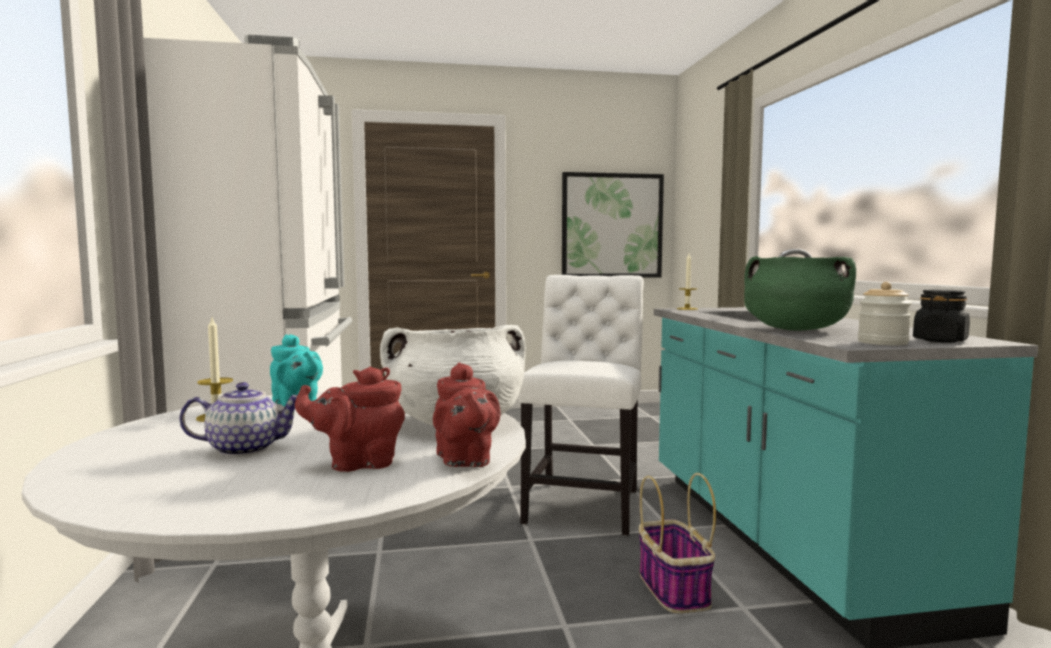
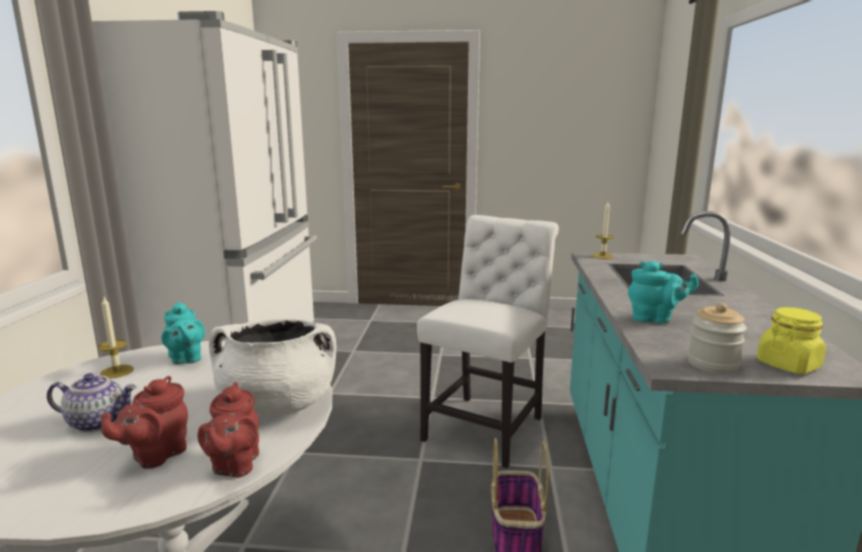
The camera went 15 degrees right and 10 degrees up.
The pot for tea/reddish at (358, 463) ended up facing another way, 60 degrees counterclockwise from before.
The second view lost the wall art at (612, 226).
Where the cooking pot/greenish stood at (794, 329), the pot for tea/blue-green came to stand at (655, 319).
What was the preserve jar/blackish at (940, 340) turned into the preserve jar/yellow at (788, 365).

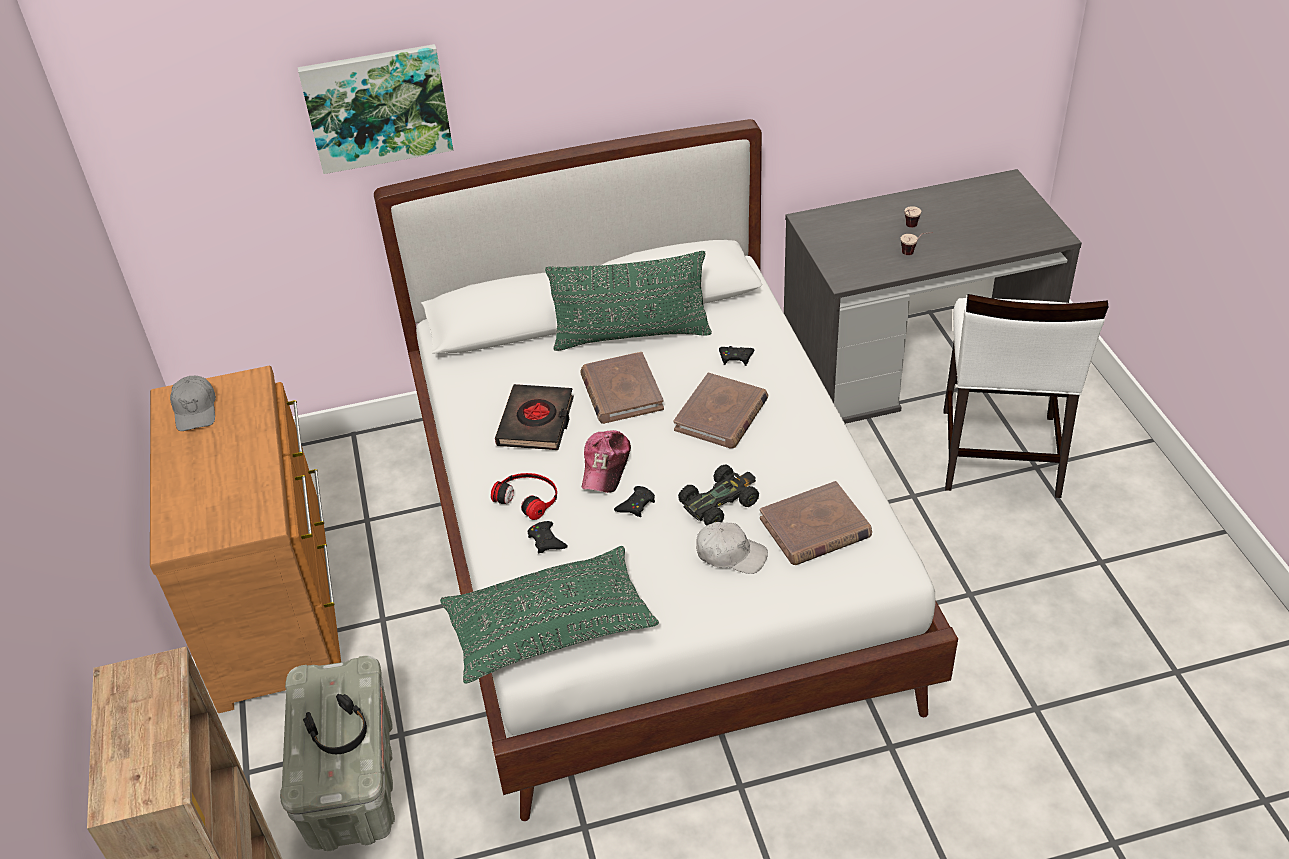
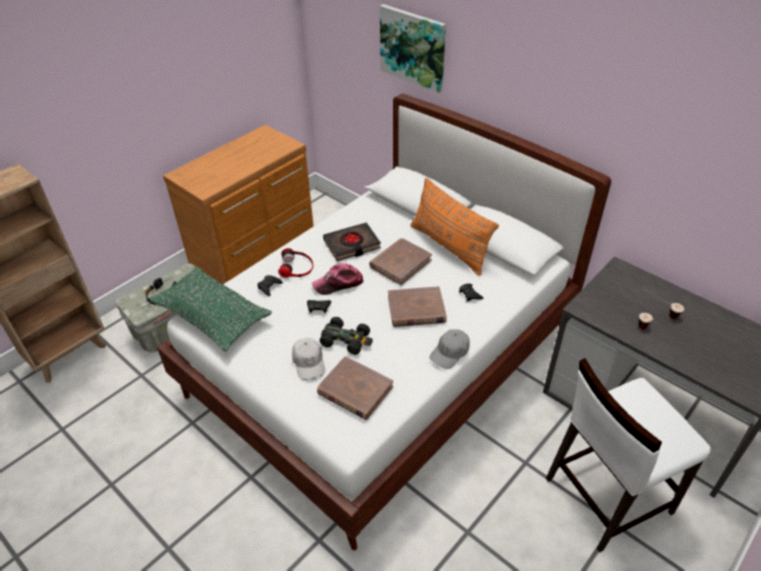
The camera went 55 degrees right and 0 degrees up.
The baseball cap/gray ended up elsewhere, having gone from (196, 410) to (450, 352).
What was the pillow/greenish at (631, 335) turned into the pillow/orange at (449, 247).

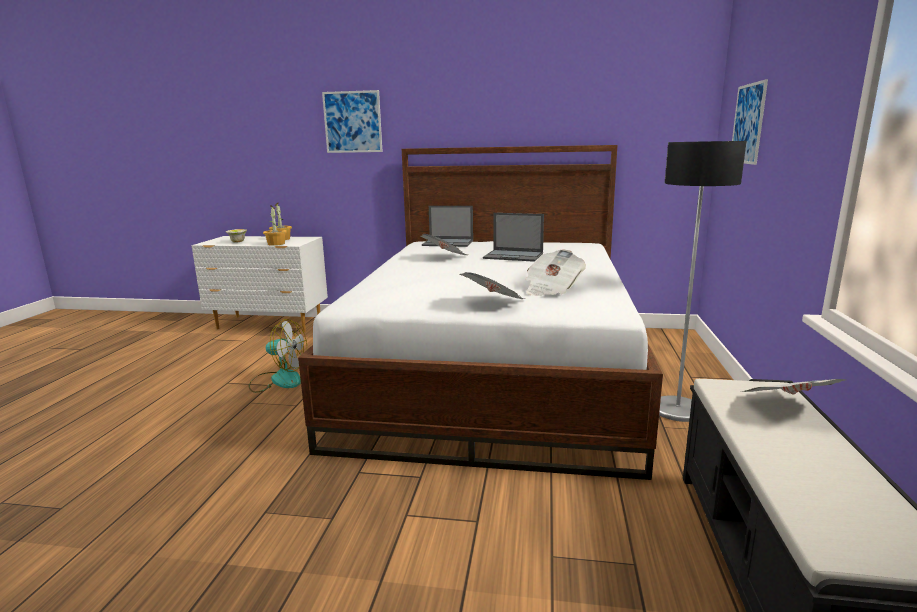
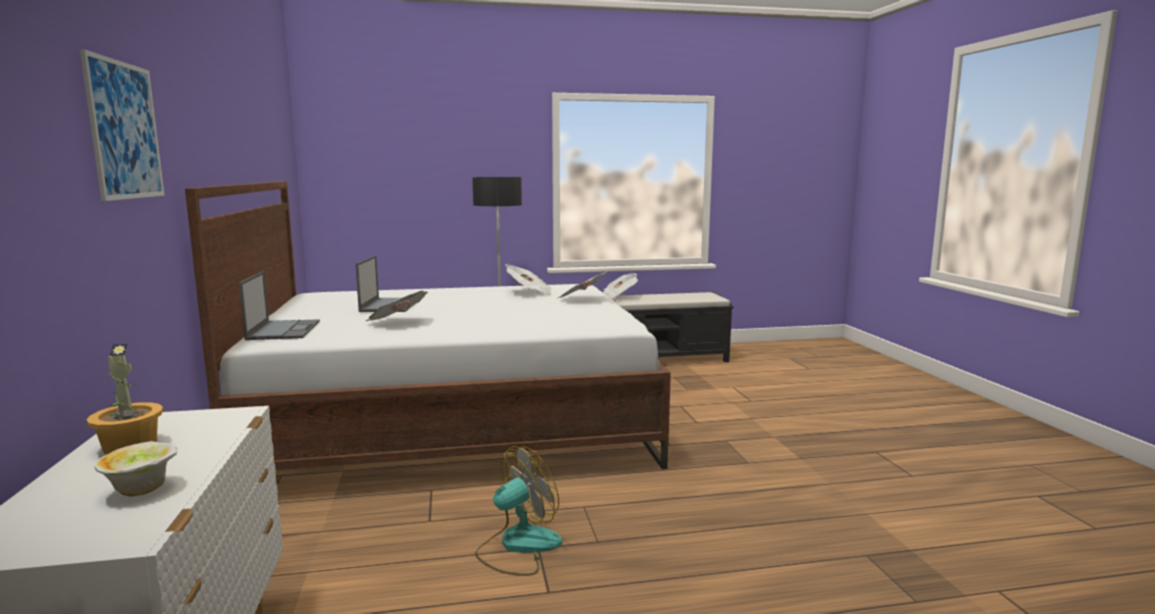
The camera went 110 degrees left and 5 degrees down.
The fan at (278, 380) ended up facing another way, 60 degrees clockwise from before.
The second view lost the houseplant at (276, 244).
The second view lost the wall art at (748, 124).

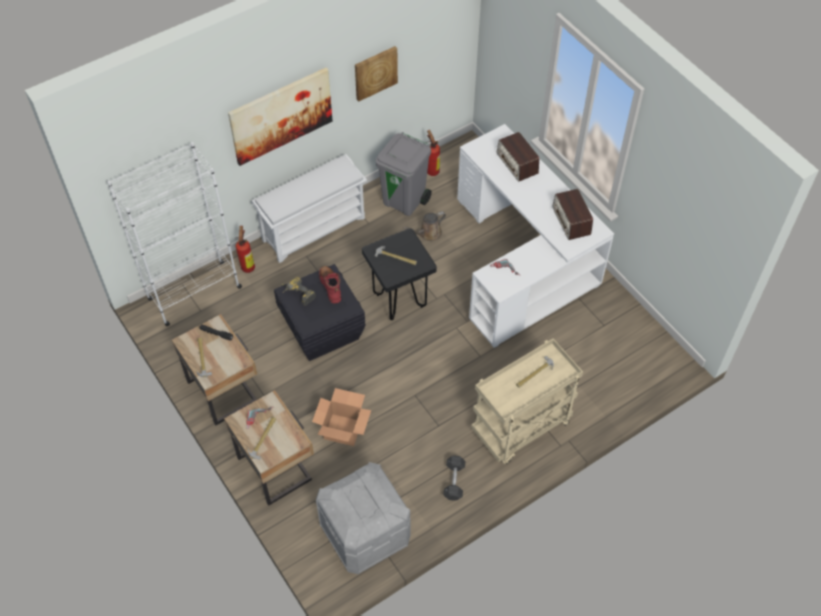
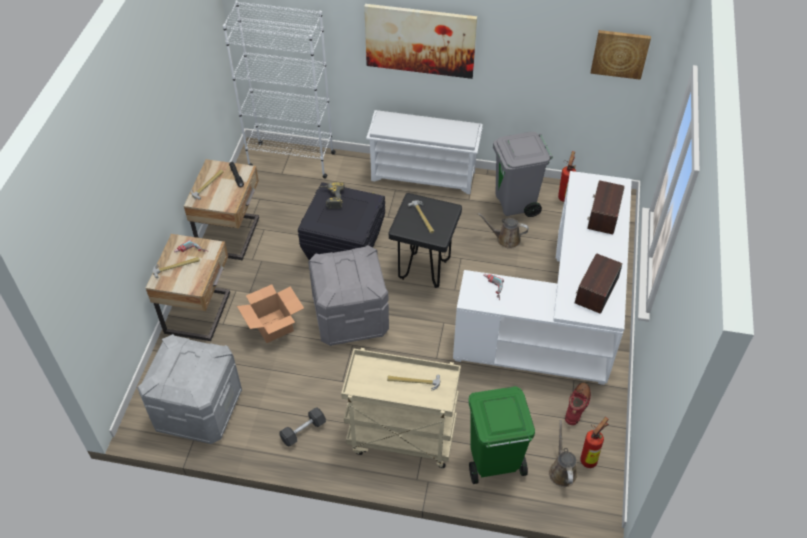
The camera went 45 degrees right and 5 degrees down.
The fire extinguisher ended up elsewhere, having gone from (248, 266) to (590, 459).
The boot/reddish ended up elsewhere, having gone from (330, 287) to (577, 406).
The wall art ended up elsewhere, having gone from (375, 72) to (620, 53).
The second view gained the storage container/gray at (350, 317).
The second view gained the trash can/greenish at (493, 462).
The second view gained the sprinkling can/brown at (562, 470).

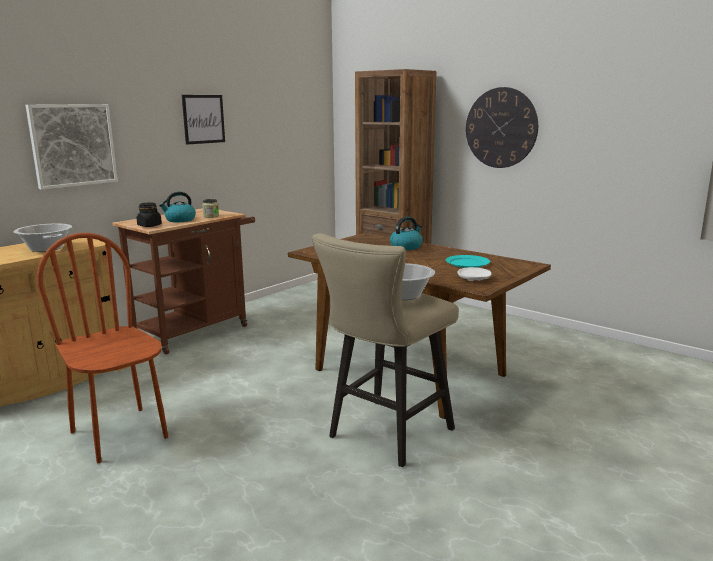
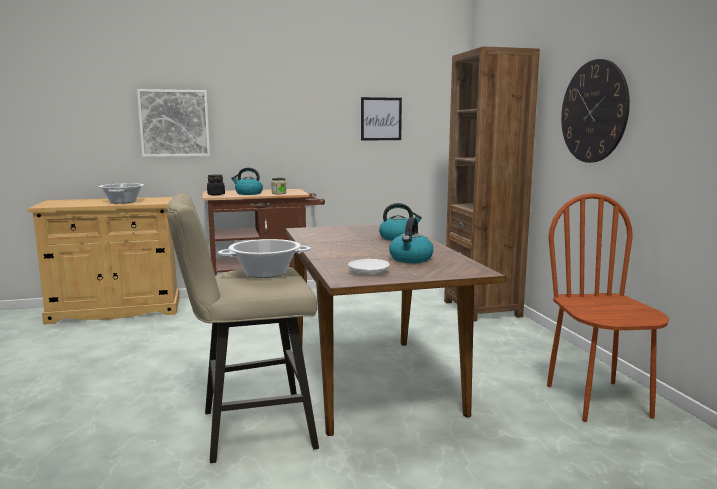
The camera went 35 degrees right and 5 degrees down.
The plain chair/brown ended up elsewhere, having gone from (120, 434) to (598, 401).
The wall art ended up elsewhere, having gone from (203, 119) to (381, 119).
Where the dinner plate/blue-green stood at (467, 263), the water kettle came to stand at (411, 259).

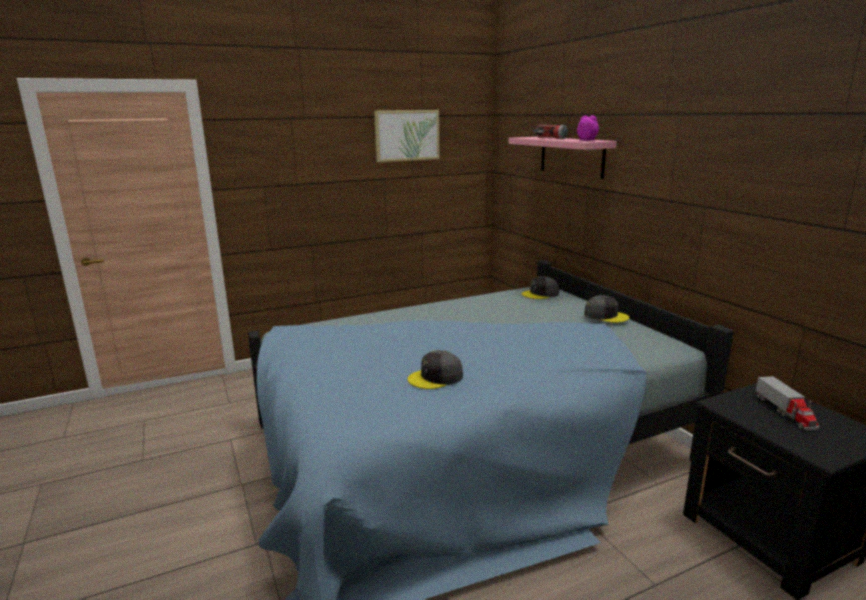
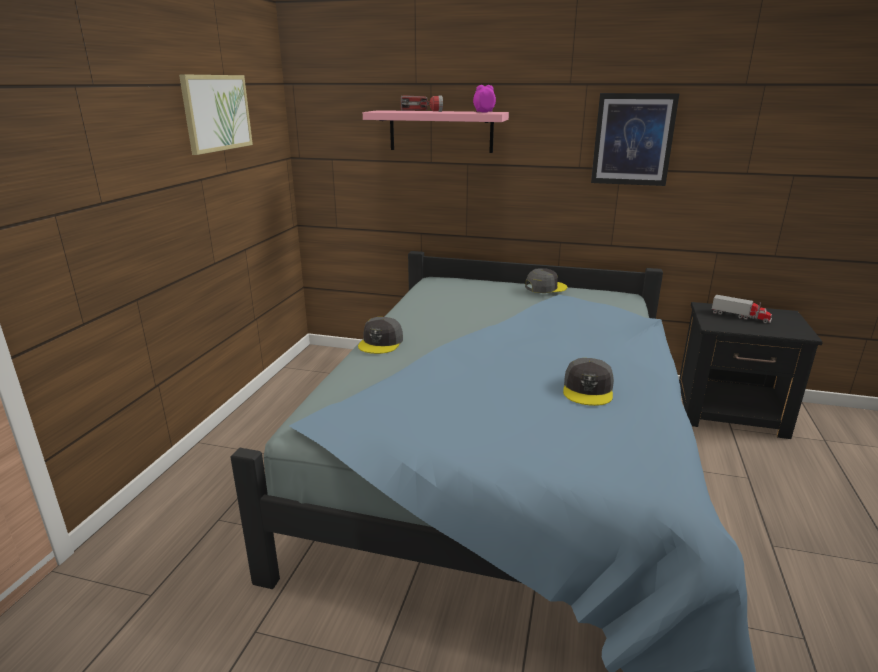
The camera went 50 degrees left and 5 degrees up.
The baseball cap/gray ended up elsewhere, having gone from (540, 294) to (381, 342).
The second view gained the wall art at (633, 139).

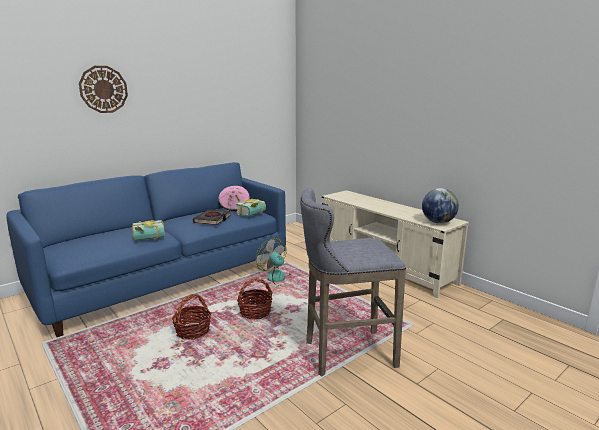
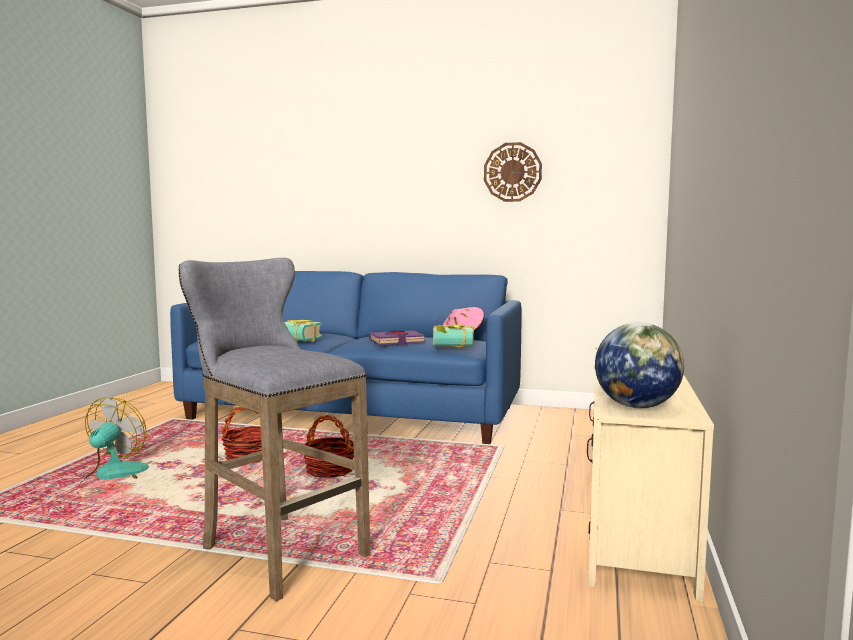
The camera went 55 degrees right and 10 degrees down.
The hanging clock ended up elsewhere, having gone from (103, 89) to (512, 172).
What was the volume/blackish at (212, 219) turned into the volume/purplish at (396, 341).
The fan ended up elsewhere, having gone from (280, 279) to (113, 477).

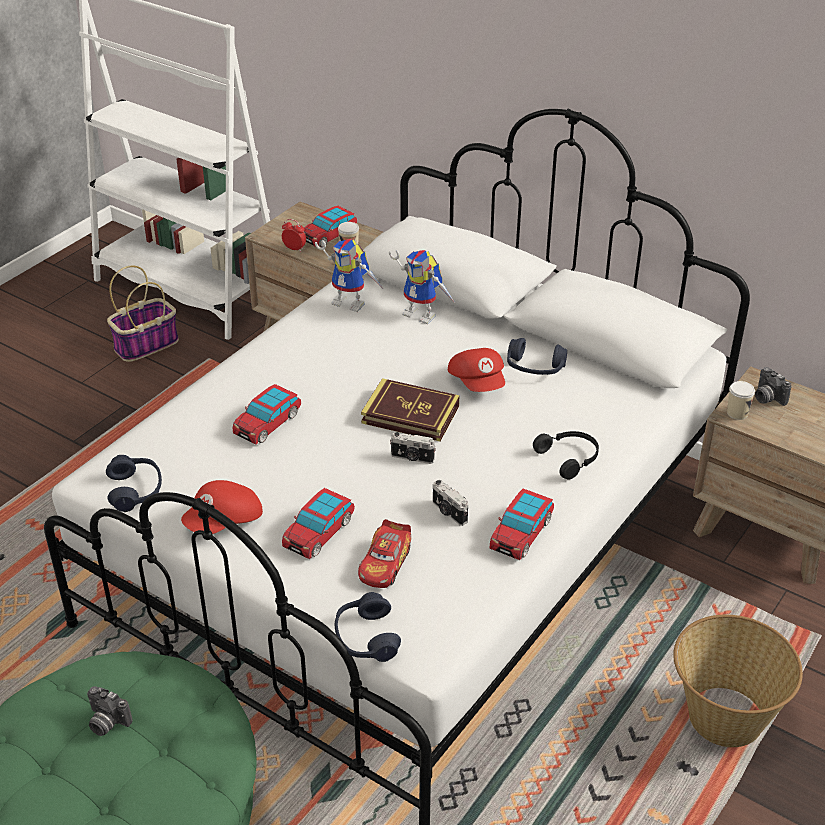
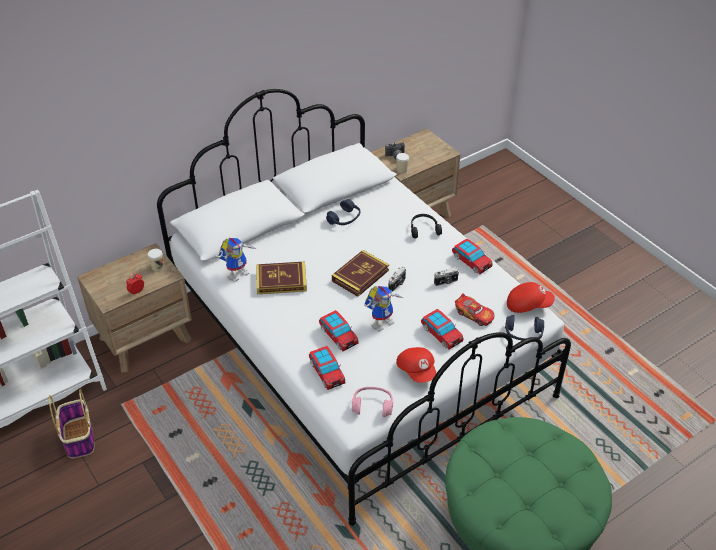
The camera went 70 degrees left and 5 degrees up.
The second view lost the photo camera at (106, 722).
What was the headset/blue-coloured at (135, 490) turned into the headset/pink-coloured at (372, 406).
The model car ended up elsewhere, having gone from (329, 235) to (326, 372).
The robot figure ended up elsewhere, having gone from (424, 314) to (382, 321).
The baseball cap/reddish ended up elsewhere, having gone from (478, 382) to (528, 304).
The second view lost the basket at (723, 718).
The second view gained the volume at (281, 280).

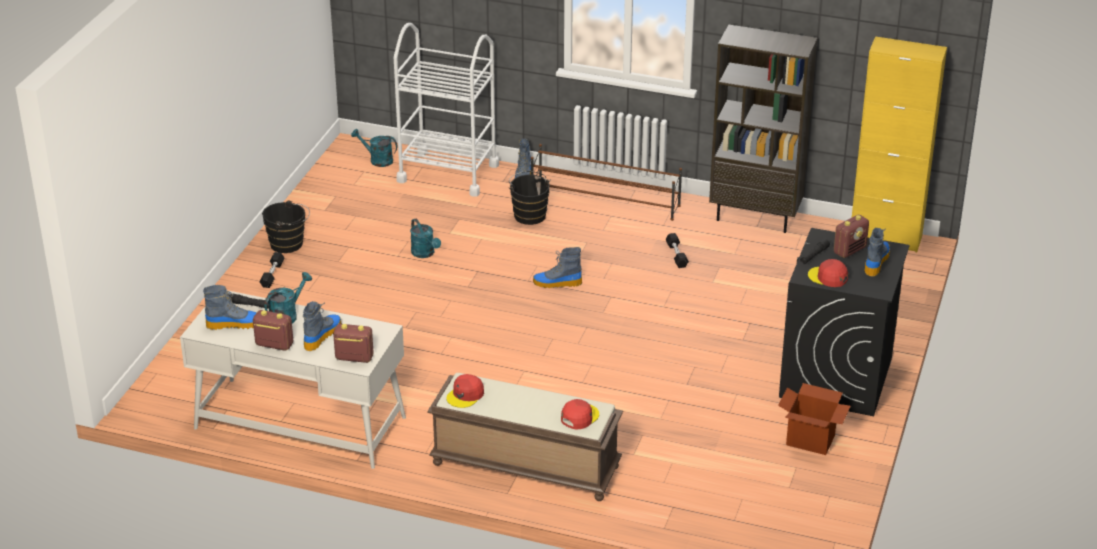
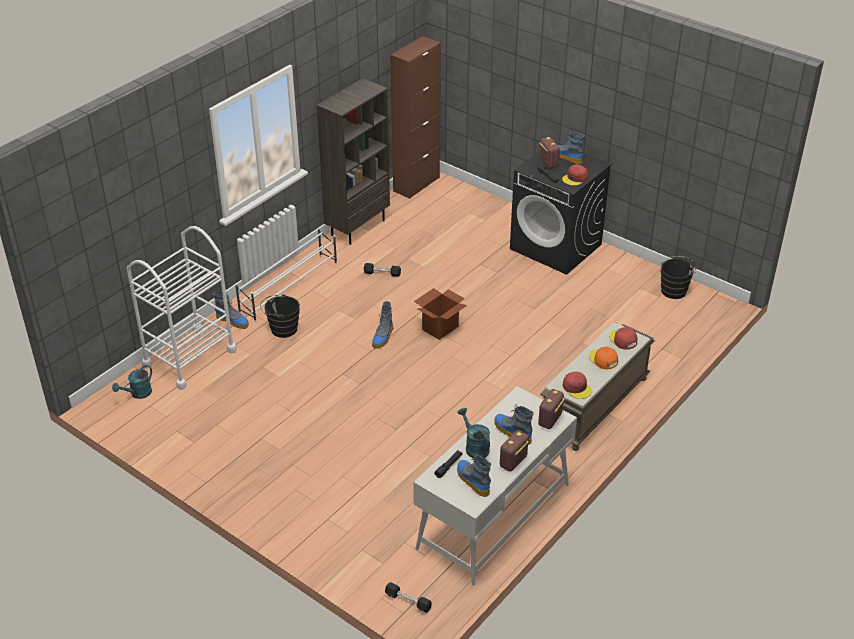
The camera went 70 degrees left and 5 degrees up.
The boot at (234, 324) ended up facing another way, 45 degrees counterclockwise from before.
The hand weight/blackish ended up elsewhere, having gone from (272, 275) to (408, 601).
The bucket/blackish ended up elsewhere, having gone from (289, 244) to (674, 290).
The second view lost the sprinkling can/blue-green at (425, 254).
What was the shoe stand/brown at (605, 200) turned into the shoe stand/whitish at (289, 287).
The packing box ended up elsewhere, having gone from (810, 440) to (440, 328).
What was the cupboard/yellow at (885, 238) turned into the cupboard/brown at (416, 184).
The second view gained the baseball cap/orange at (603, 359).

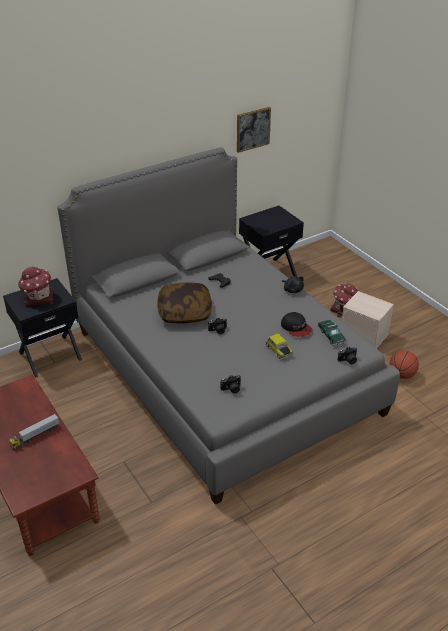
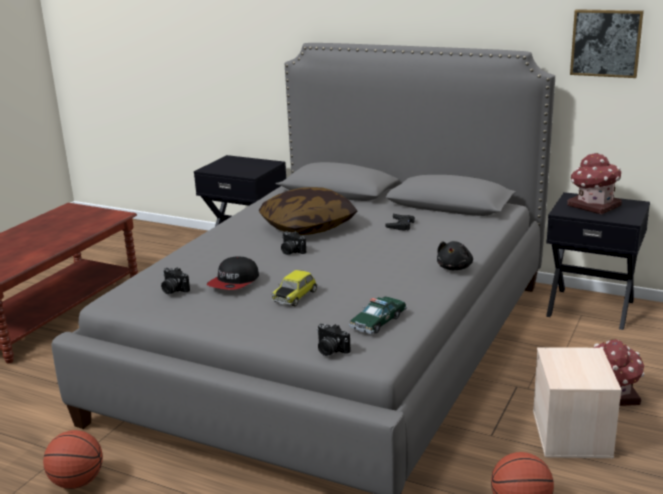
The camera went 60 degrees right and 15 degrees down.
The second view lost the model truck at (35, 436).
The miniature house ended up elsewhere, having gone from (38, 298) to (593, 205).
The baseball cap ended up elsewhere, having gone from (296, 328) to (234, 282).
The second view gained the ball for basketball at (77, 482).

